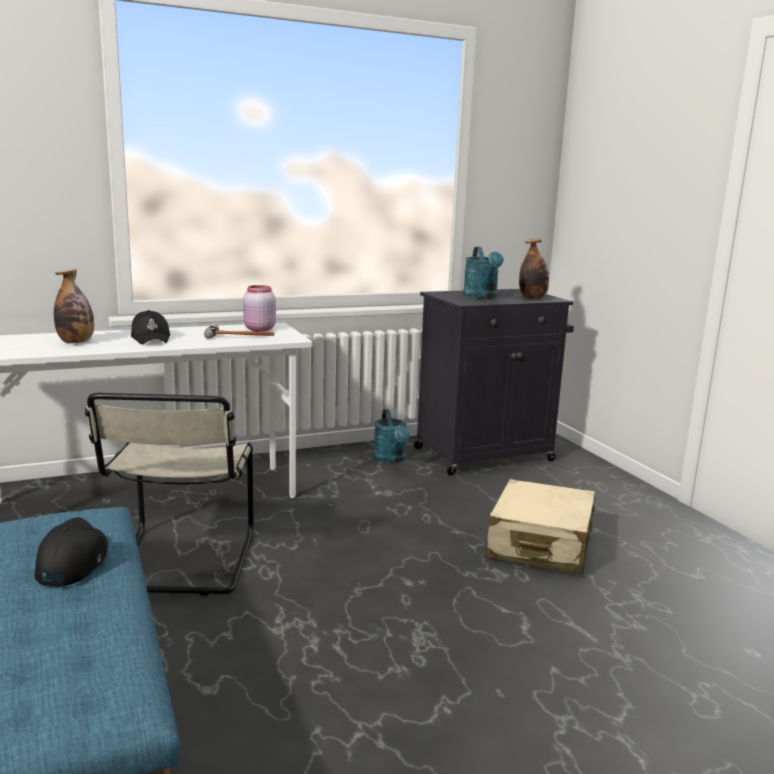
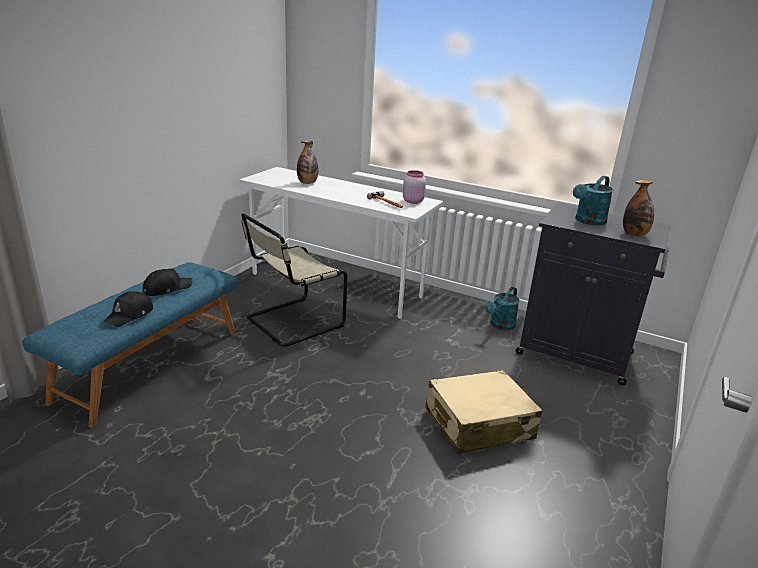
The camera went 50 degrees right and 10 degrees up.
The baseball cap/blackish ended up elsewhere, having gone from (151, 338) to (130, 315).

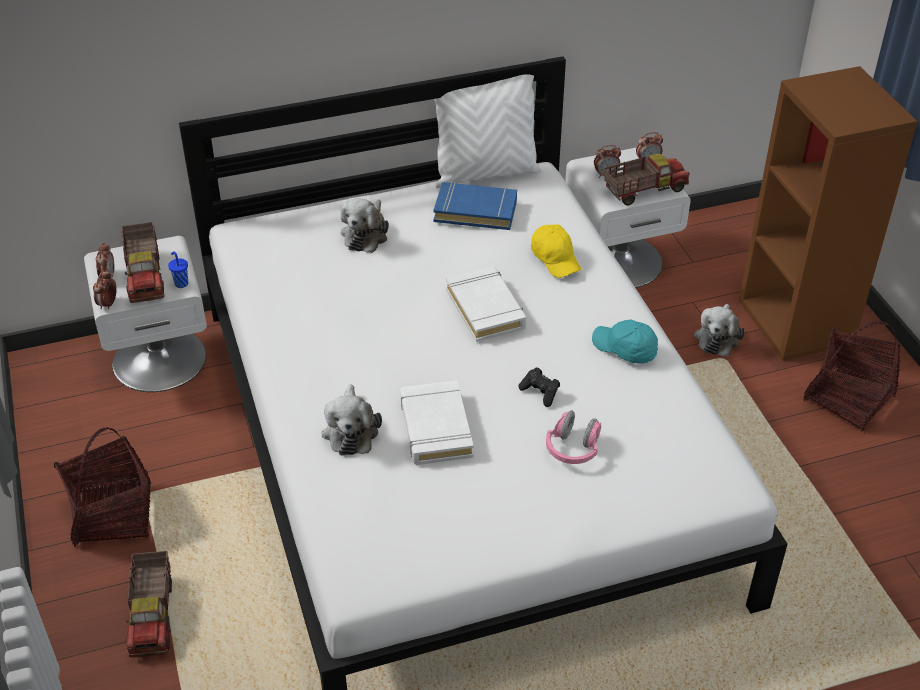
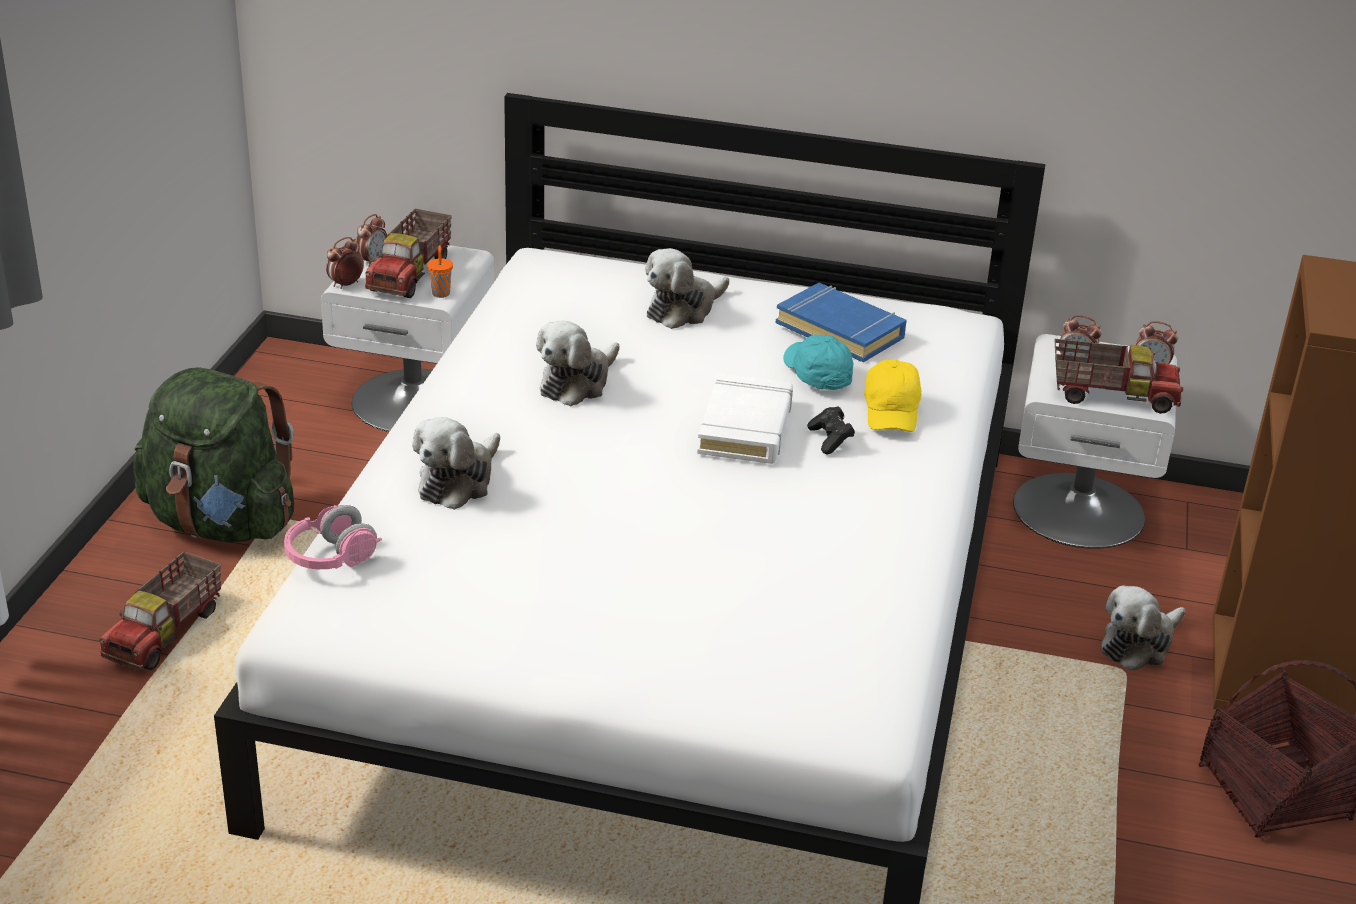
The camera went 30 degrees right and 10 degrees down.
Where the basket stood at (113, 515), the knapsack/greenish came to stand at (222, 523).
What was the small cup/blue-coloured at (181, 283) turned into the small cup/orange at (441, 293).
The second view lost the volume/whitish at (435, 428).
The second view lost the pillow/whitish at (485, 173).
The game controller/blackish ended up elsewhere, having gone from (540, 392) to (830, 440).
The headset/pink-coloured ended up elsewhere, having gone from (573, 449) to (331, 558).
The baseball cap/blue-green ended up elsewhere, having gone from (625, 349) to (816, 374).
The second view gained the soft toy at (577, 383).

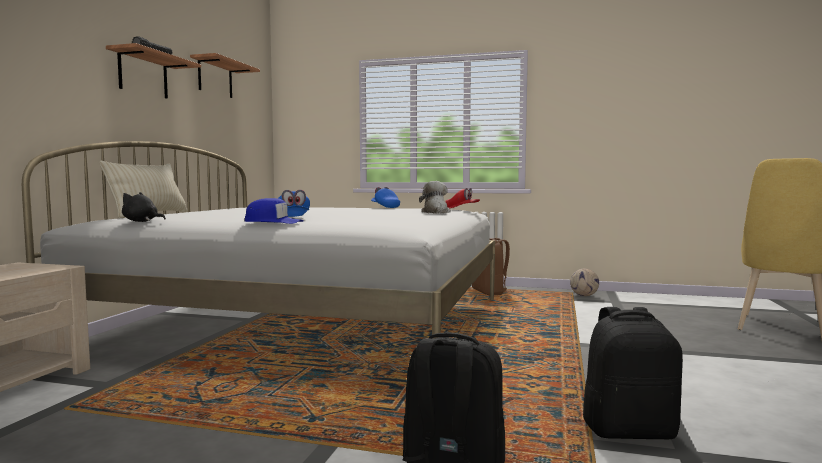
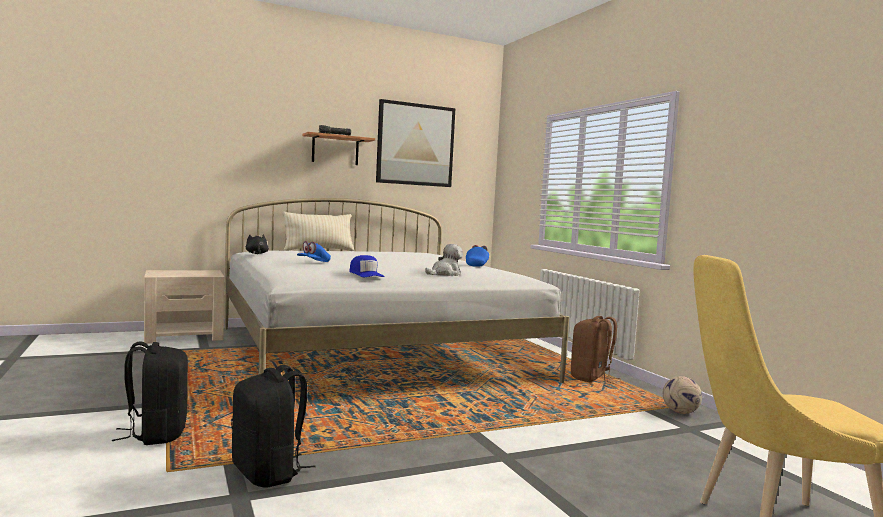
The camera went 50 degrees right and 0 degrees up.
Where the shelf hung at (215, 78), the wall art came to hang at (415, 144).
The baseball cap/blue-coloured ended up elsewhere, having gone from (273, 222) to (365, 274).
The second view lost the baseball cap/reddish at (462, 208).

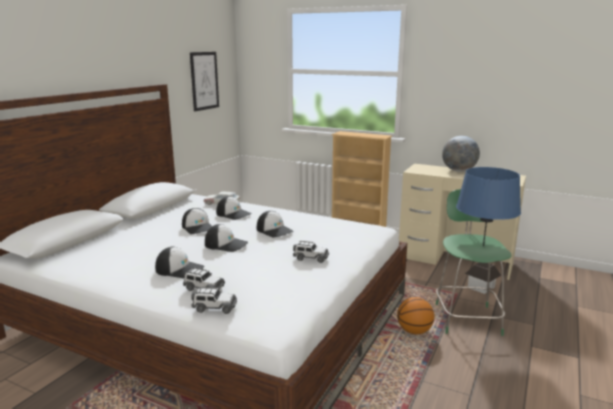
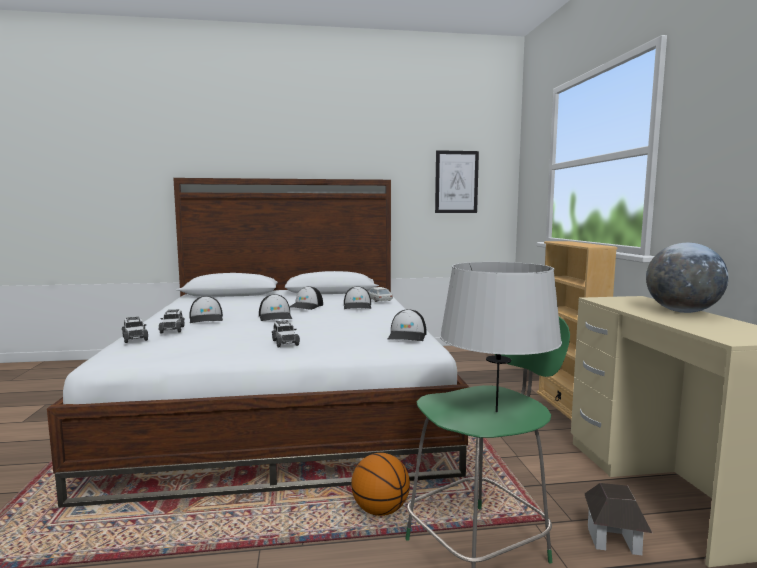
The camera went 55 degrees right and 10 degrees down.
The baseball cap ended up elsewhere, having gone from (274, 230) to (407, 336).
What was the tabletop lamp/blue-coloured at (483, 246) turned into the tabletop lamp/gray at (495, 412).

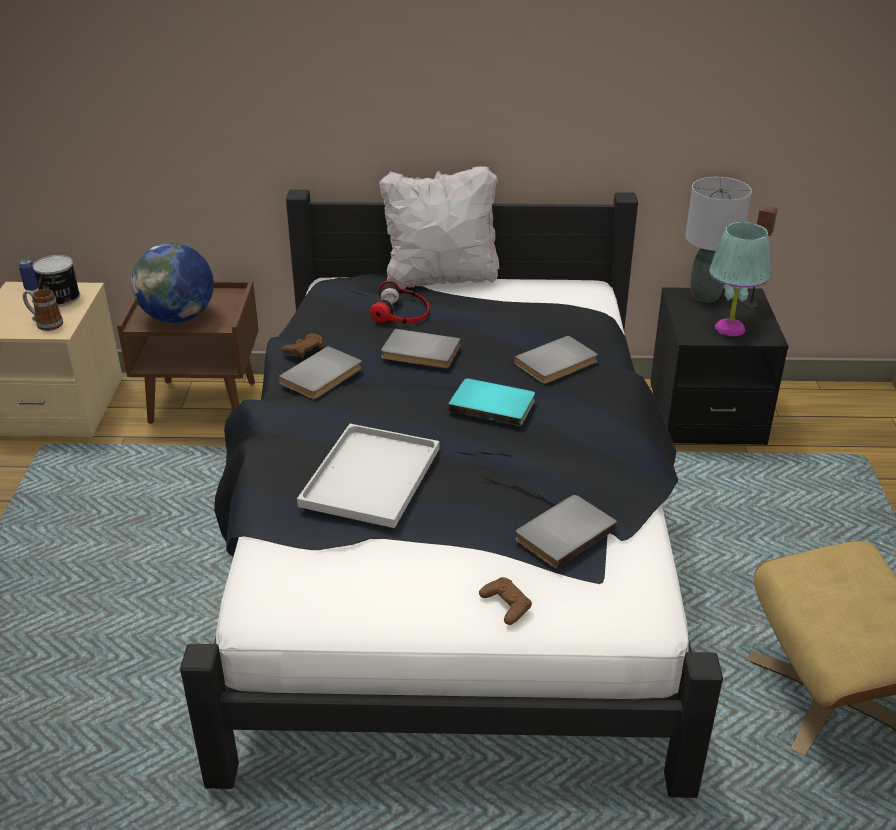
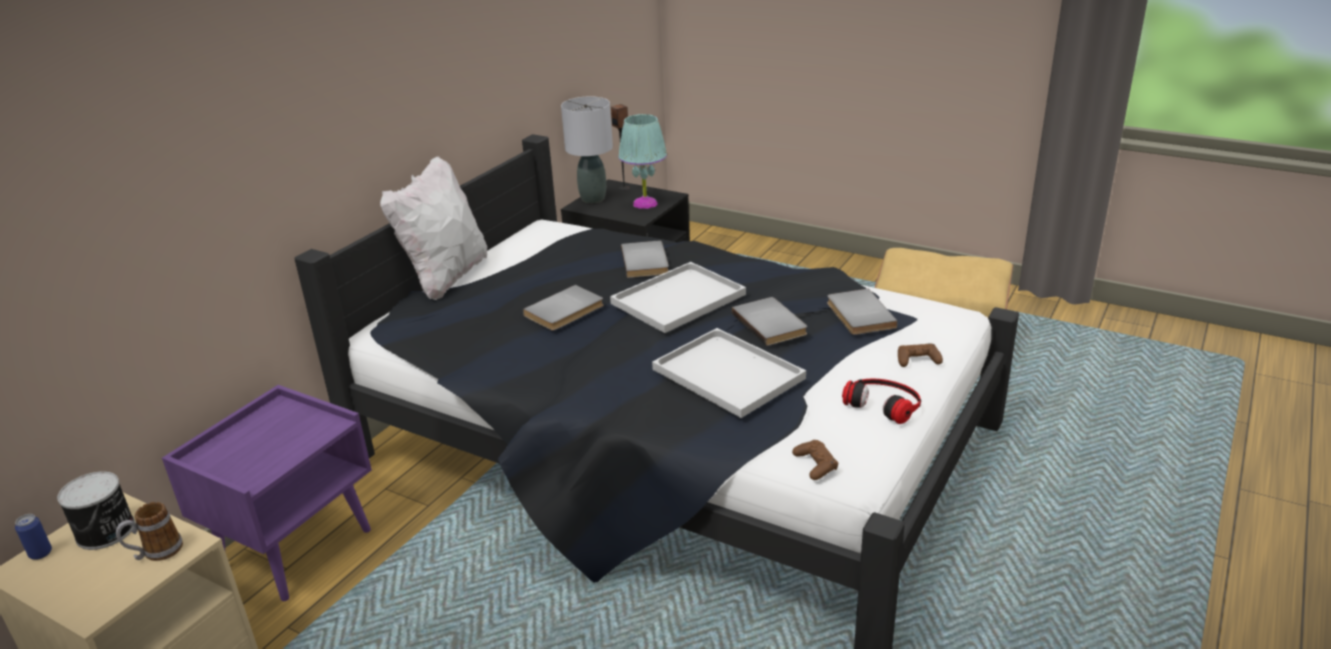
The camera went 60 degrees left and 5 degrees down.
What was the nightstand/brown at (204, 401) turned into the nightstand/purplish at (296, 547).
The second view lost the desk globe at (178, 317).
The volume/gray ended up elsewhere, having gone from (323, 376) to (771, 323).
The game controller/brown ended up elsewhere, having gone from (304, 349) to (815, 464).
The headset ended up elsewhere, having gone from (401, 311) to (884, 403).
Where the volume/blue-green stood at (493, 404), the serving tray/whitish came to stand at (679, 298).

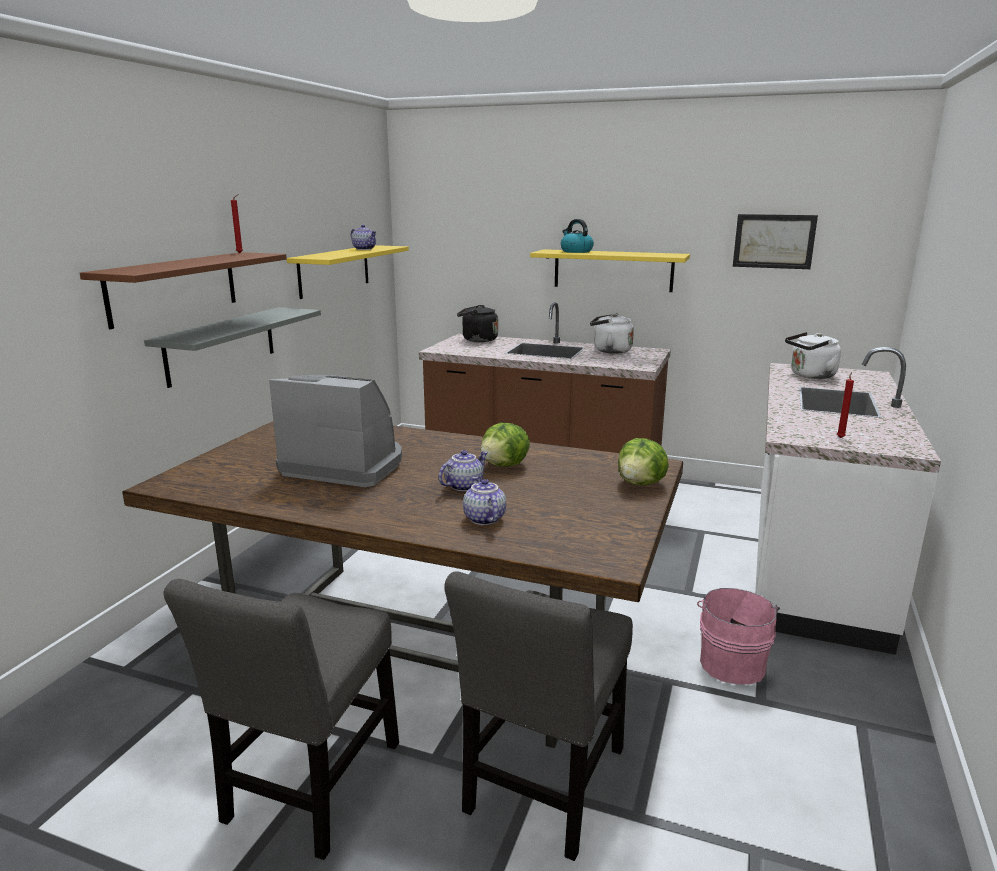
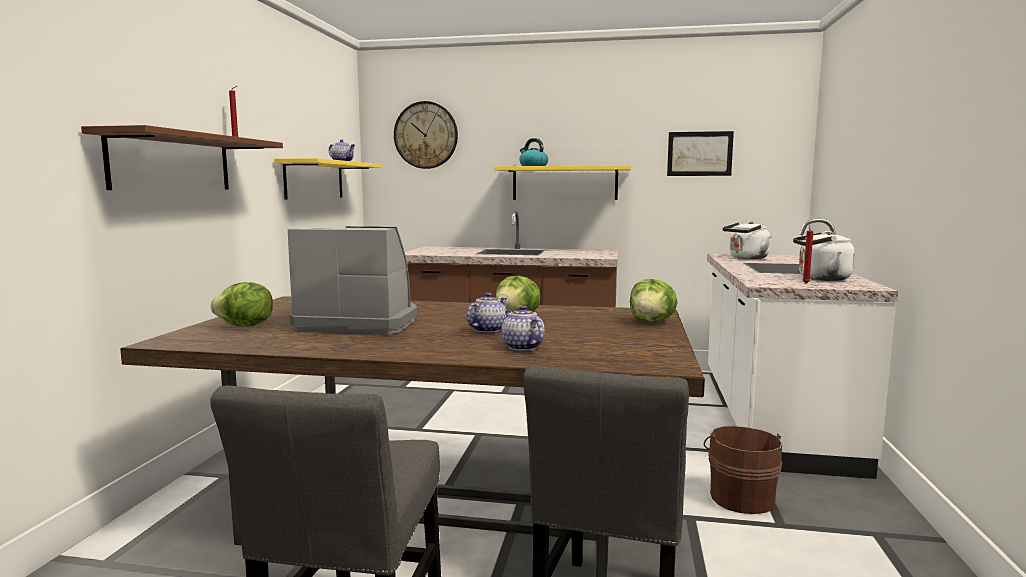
The camera went 10 degrees left and 10 degrees down.
The second view lost the shelf/gray at (221, 345).
The second view lost the water kettle/blackish at (477, 340).
The water kettle/whitish ended up elsewhere, having gone from (609, 351) to (820, 279).
What was the bucket/pink-coloured at (732, 662) turned into the bucket/brown at (741, 497).
The second view gained the lettuce at (245, 326).
The second view gained the hanging clock at (426, 135).

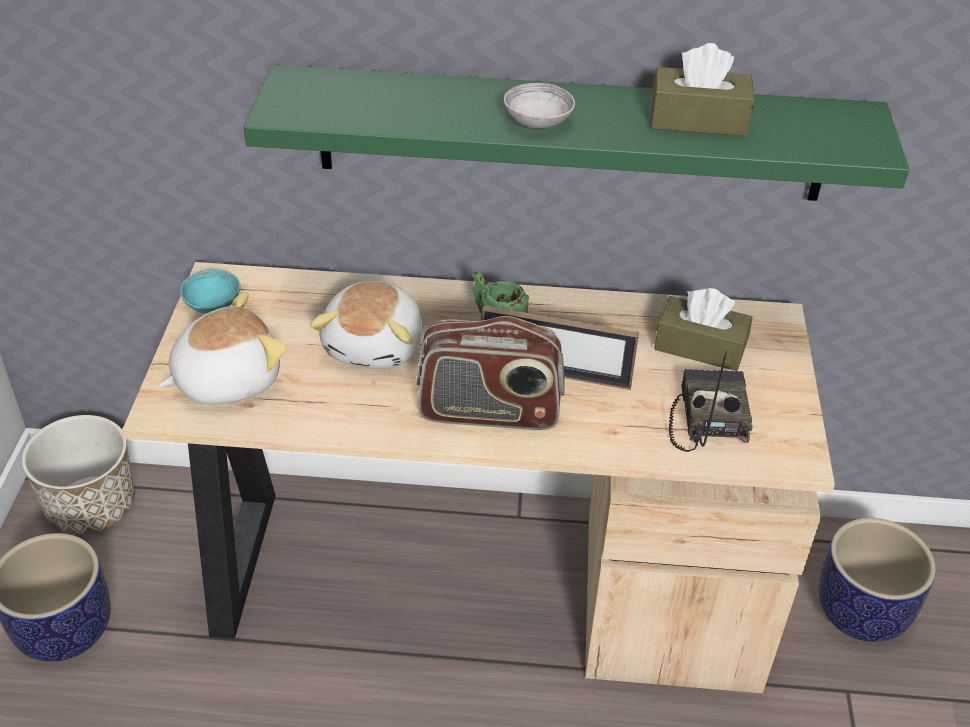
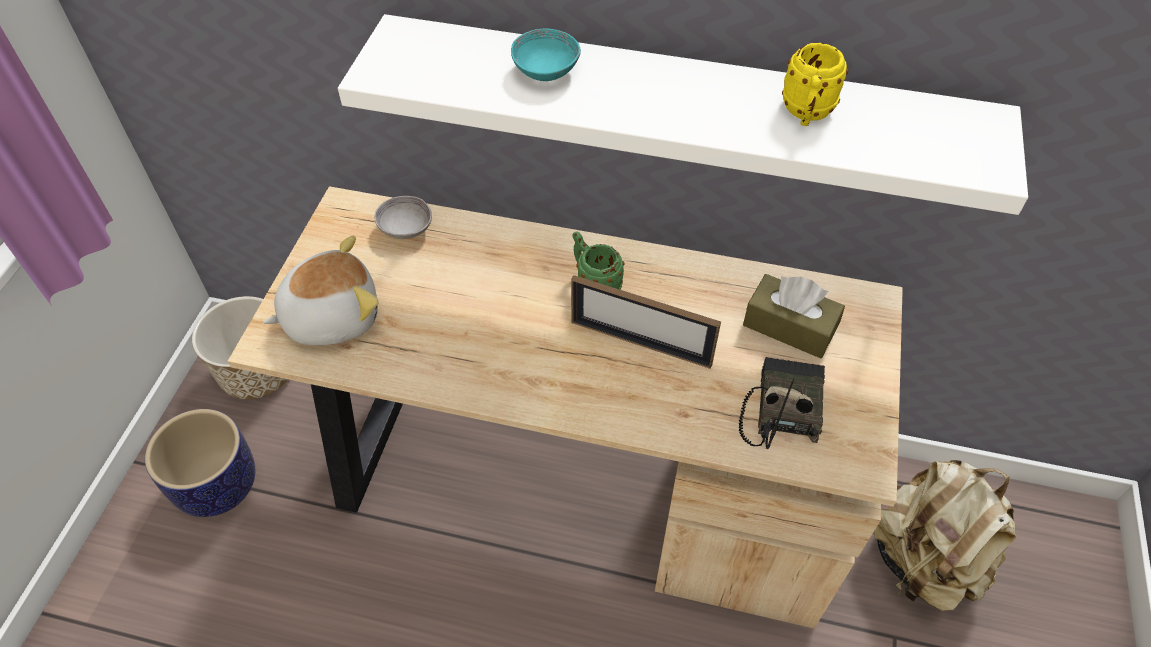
The camera went 10 degrees right and 10 degrees up.
The deep dish/blue-green ended up elsewhere, having gone from (213, 304) to (546, 71).
What was the shelf/greenish at (571, 134) turned into the shelf/whitish at (680, 106).
The second view lost the soft toy at (376, 345).
The second view lost the radio receiver at (489, 412).
The deep dish/gray ended up elsewhere, having gone from (538, 122) to (406, 229).
Where the box of tissues/brown stood at (698, 119), the coffee mug/yellow came to stand at (806, 114).
Where the flower pot stood at (862, 612), the knapsack/beige came to stand at (923, 559).

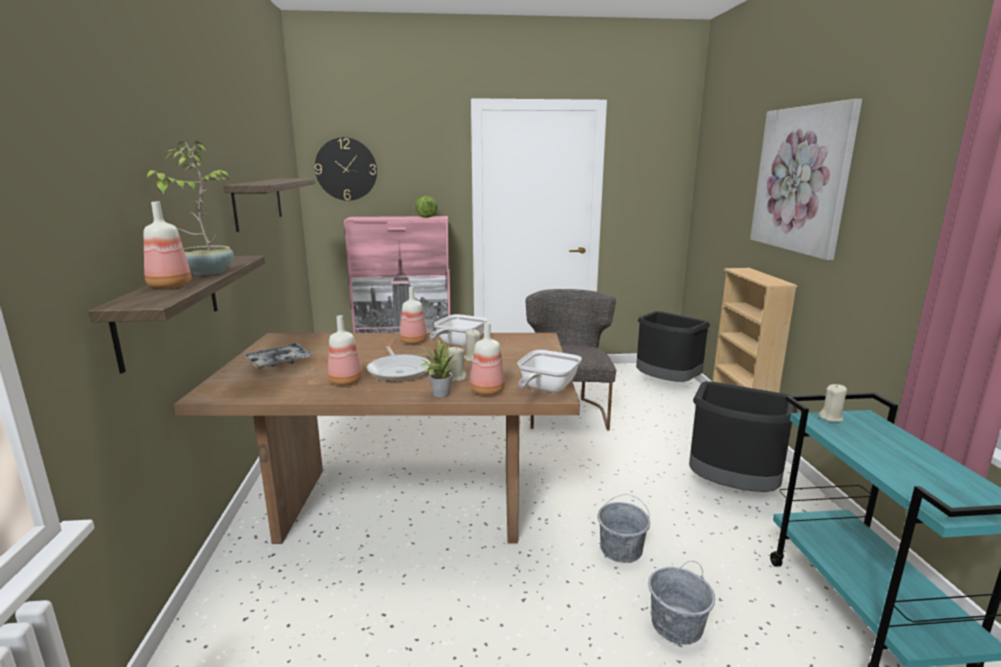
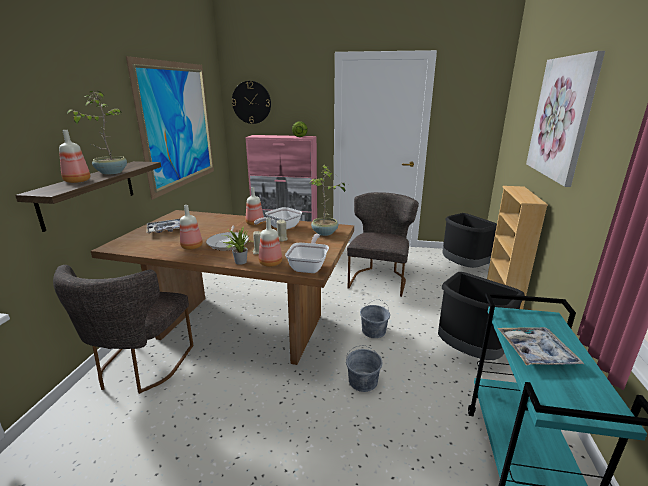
The camera went 15 degrees right and 5 degrees up.
Where the shelf hung at (258, 202), the wall art came to hang at (178, 125).
The frying pan at (545, 389) ended up facing another way, 150 degrees clockwise from before.
The bucket/gray ended up elsewhere, having gone from (677, 625) to (374, 331).
The second view lost the candle/beige at (831, 417).
The second view gained the plain chair/gray at (140, 368).
The second view gained the houseplant at (324, 233).
The second view gained the serving tray at (536, 352).

